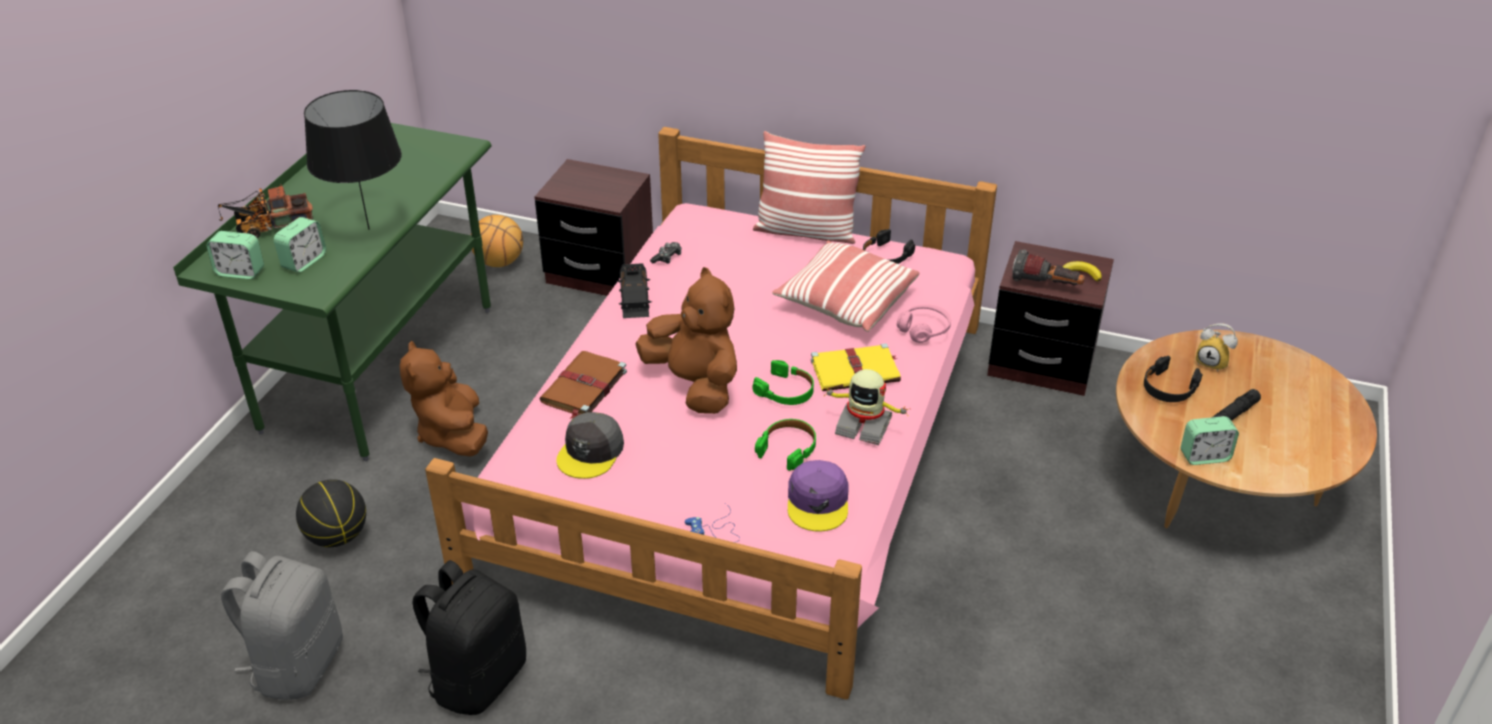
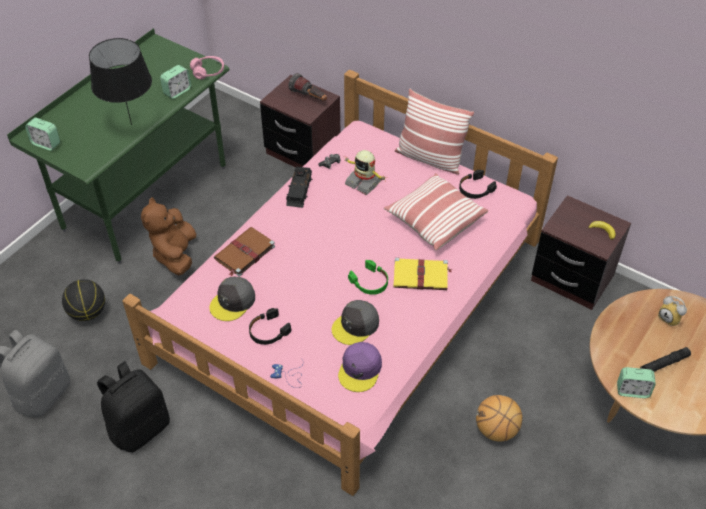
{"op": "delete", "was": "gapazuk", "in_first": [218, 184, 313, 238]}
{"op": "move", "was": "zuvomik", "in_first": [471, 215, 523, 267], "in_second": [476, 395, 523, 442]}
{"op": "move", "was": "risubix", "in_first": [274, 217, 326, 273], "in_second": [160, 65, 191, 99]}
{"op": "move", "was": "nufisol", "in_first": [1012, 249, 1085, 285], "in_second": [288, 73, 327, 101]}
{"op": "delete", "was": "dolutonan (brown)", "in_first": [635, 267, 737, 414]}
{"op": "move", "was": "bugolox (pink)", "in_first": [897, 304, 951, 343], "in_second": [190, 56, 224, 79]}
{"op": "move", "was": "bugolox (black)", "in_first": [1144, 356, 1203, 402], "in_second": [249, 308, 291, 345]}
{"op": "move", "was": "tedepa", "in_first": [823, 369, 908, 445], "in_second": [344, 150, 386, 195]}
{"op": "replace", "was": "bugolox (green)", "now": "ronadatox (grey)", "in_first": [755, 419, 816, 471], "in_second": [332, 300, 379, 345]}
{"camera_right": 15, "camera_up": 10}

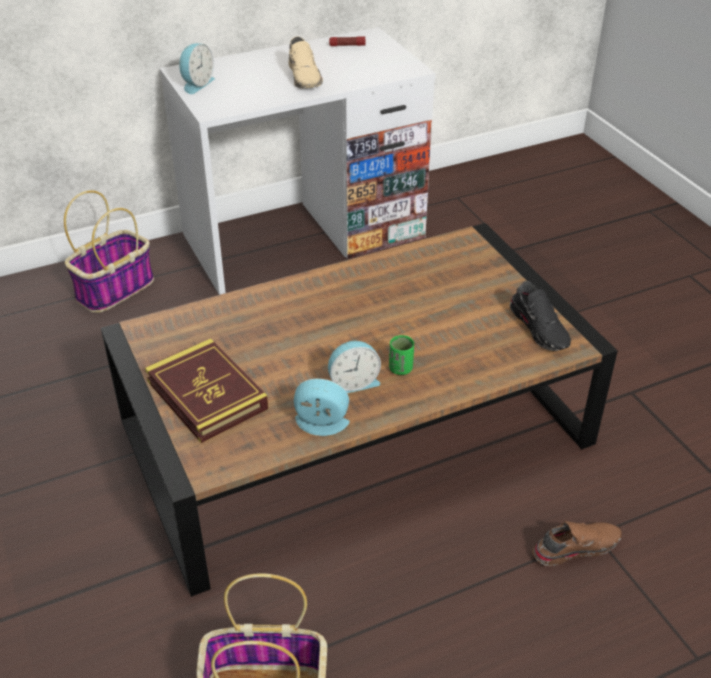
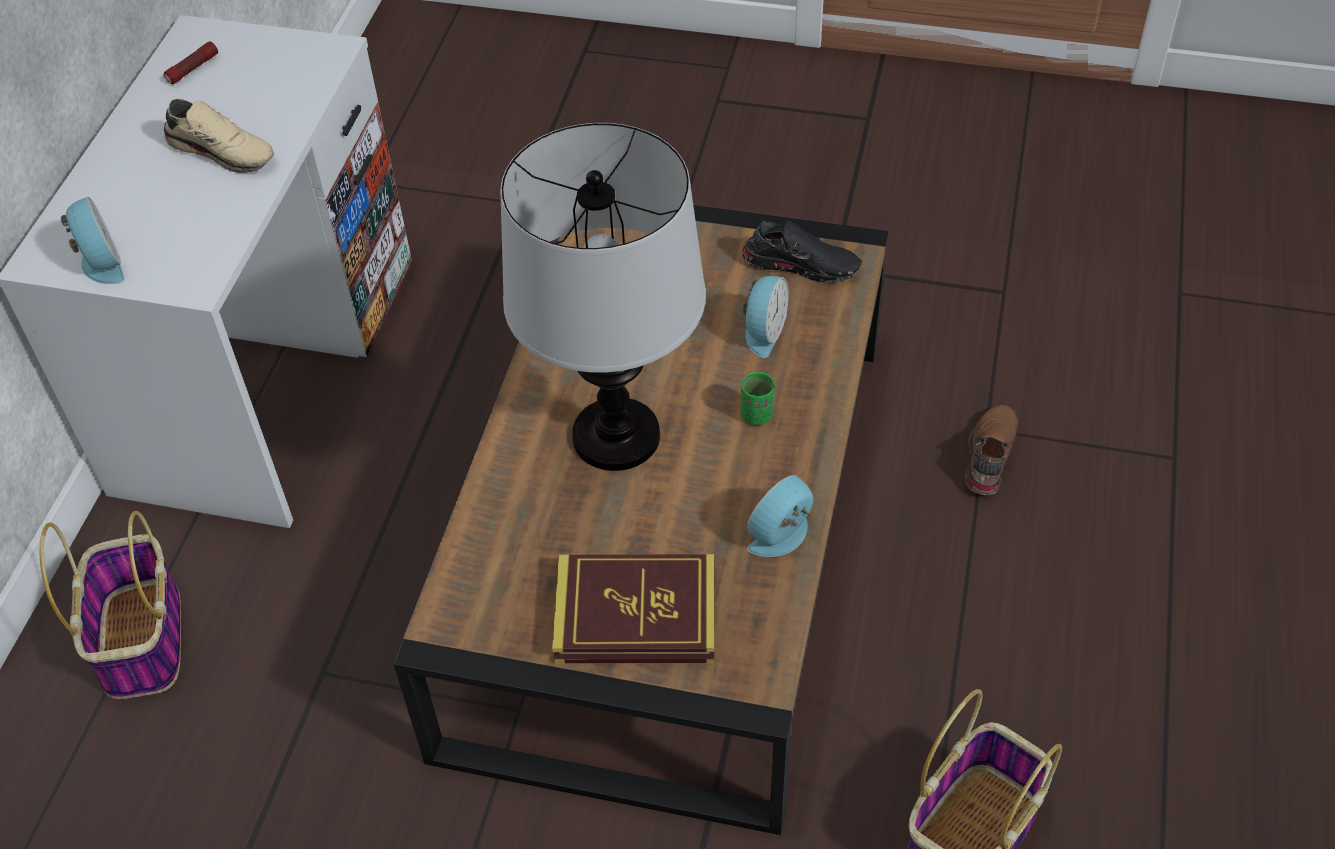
{"op": "move", "was": "risubix", "in_first": [328, 341, 381, 393], "in_second": [743, 276, 789, 358]}
{"op": "insert", "now": "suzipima", "in_second": [500, 123, 706, 471]}
{"camera_right": -50, "camera_up": 10}

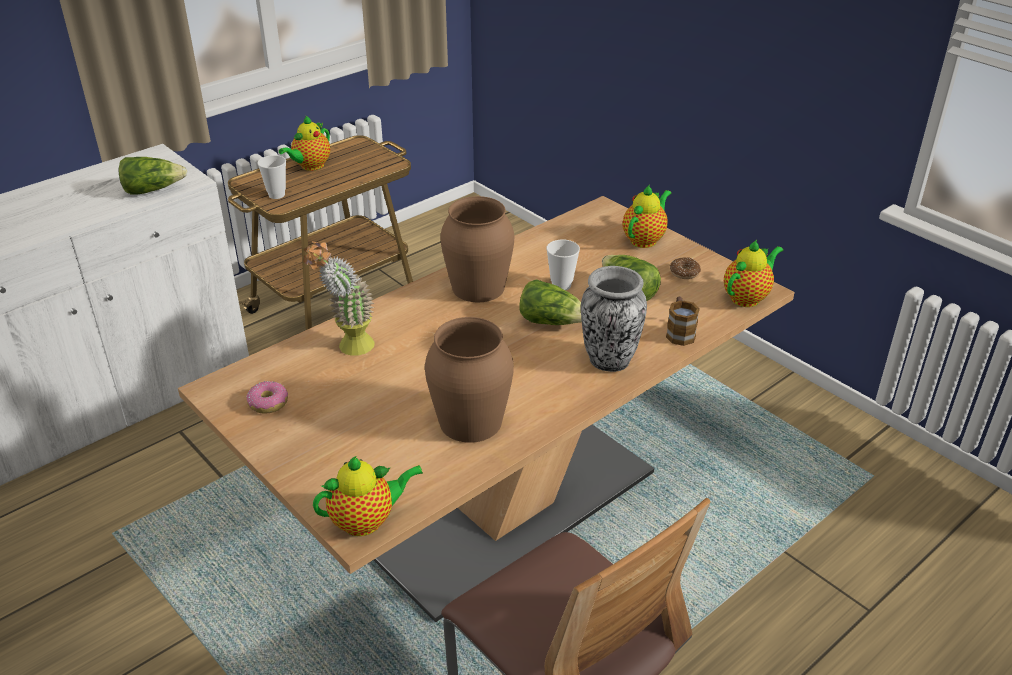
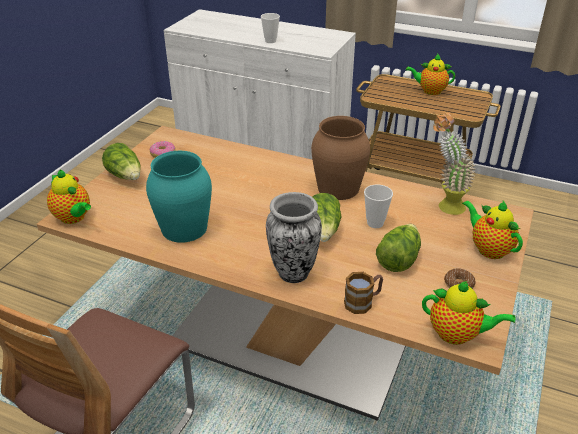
{"op": "move", "was": "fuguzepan", "in_first": [258, 155, 286, 199], "in_second": [261, 13, 280, 43]}
{"op": "move", "was": "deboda", "in_first": [119, 157, 187, 195], "in_second": [102, 143, 141, 180]}
{"op": "rotate", "was": "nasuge", "in_first": [623, 184, 672, 248], "in_second": [462, 200, 523, 259], "clockwise": -135}
{"op": "move", "was": "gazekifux", "in_first": [303, 241, 375, 356], "in_second": [433, 113, 476, 215]}
{"op": "recolor", "was": "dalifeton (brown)", "now": "dalifeton (turquoise)", "in_first": [425, 317, 514, 443], "in_second": [146, 151, 212, 243]}
{"camera_right": 65, "camera_up": 0}

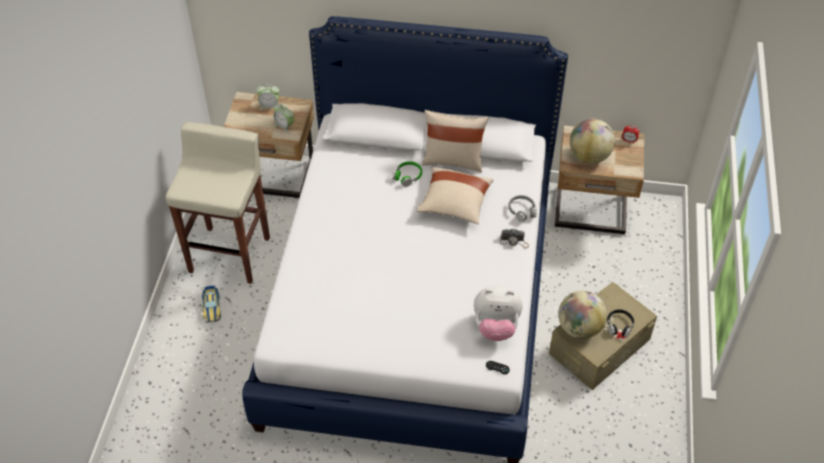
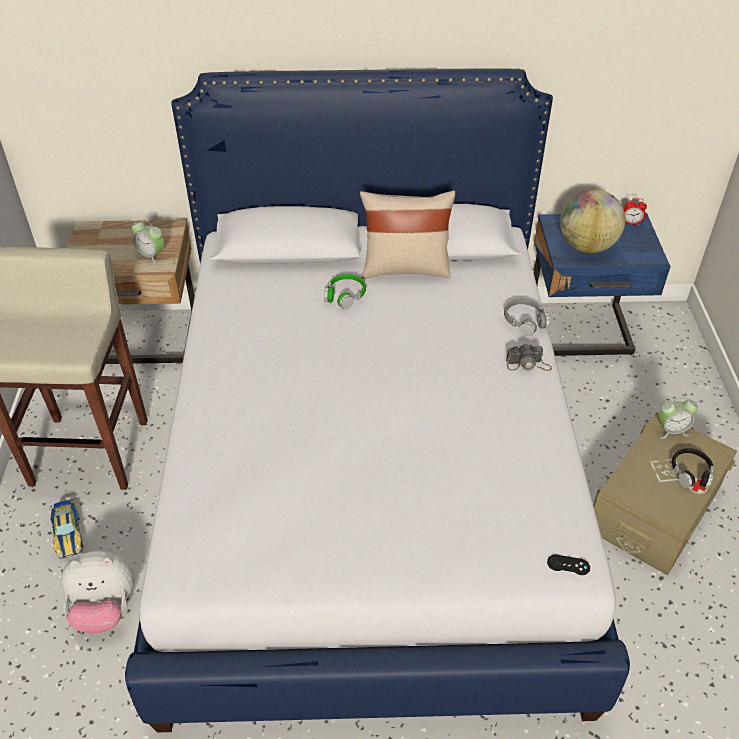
{"op": "move", "was": "risubix", "in_first": [256, 84, 279, 110], "in_second": [659, 398, 698, 439]}
{"op": "recolor", "was": "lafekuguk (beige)", "now": "lafekuguk (blue)", "in_first": [555, 125, 644, 235], "in_second": [534, 213, 671, 356]}
{"op": "delete", "was": "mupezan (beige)", "in_first": [417, 167, 493, 224]}
{"op": "move", "was": "dolutonan", "in_first": [474, 286, 523, 341], "in_second": [61, 551, 135, 633]}
{"op": "delete", "was": "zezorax", "in_first": [558, 291, 607, 339]}
{"camera_right": -10, "camera_up": -5}

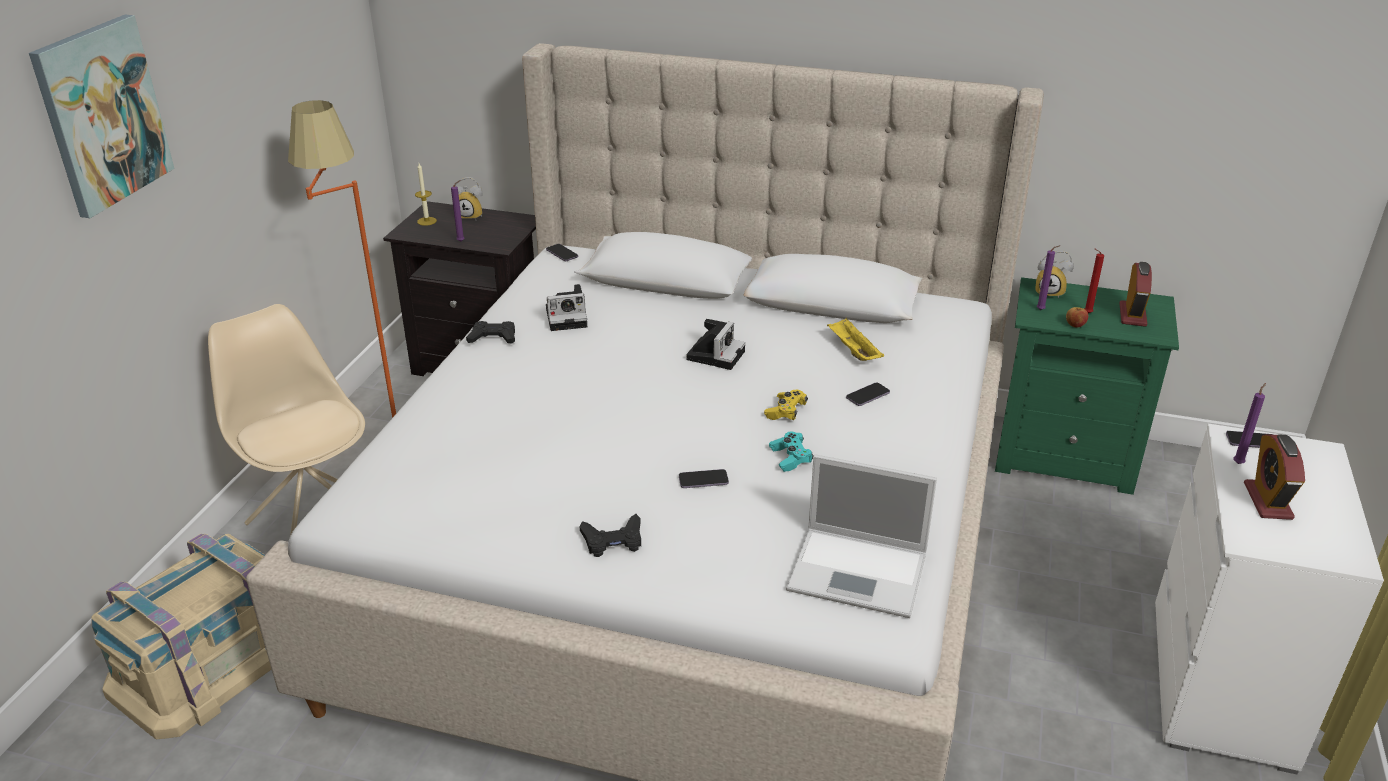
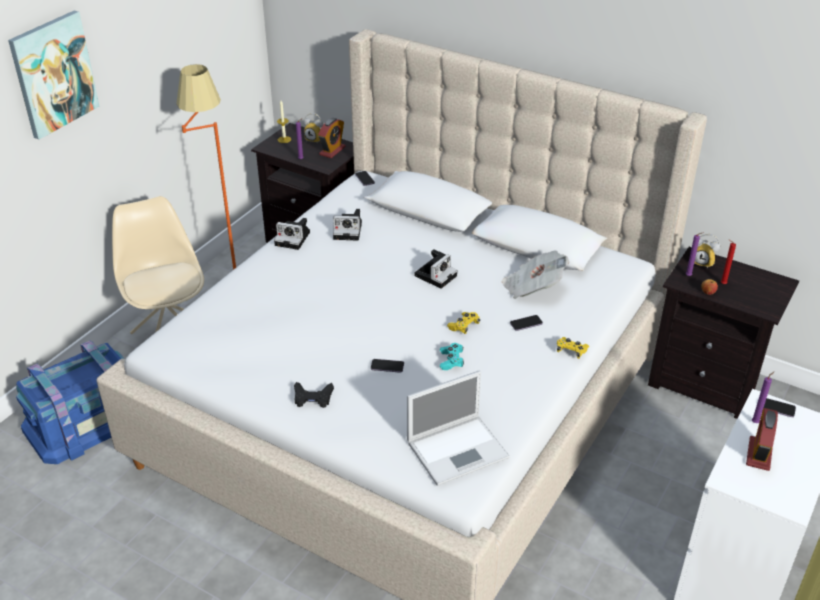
{"op": "move", "was": "risubix", "in_first": [1119, 262, 1152, 327], "in_second": [318, 118, 346, 158]}
{"op": "recolor", "was": "lafekuguk (green)", "now": "lafekuguk (black)", "in_first": [995, 277, 1179, 495], "in_second": [648, 247, 799, 419]}
{"op": "replace", "was": "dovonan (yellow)", "now": "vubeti", "in_first": [827, 318, 884, 361], "in_second": [502, 251, 569, 299]}
{"op": "replace", "was": "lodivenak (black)", "now": "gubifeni", "in_first": [466, 321, 515, 344], "in_second": [274, 218, 310, 250]}
{"op": "rotate", "was": "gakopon", "in_first": [786, 454, 937, 618], "in_second": [407, 370, 510, 486], "clockwise": -60}
{"op": "recolor", "was": "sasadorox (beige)", "now": "sasadorox (blue)", "in_first": [91, 533, 272, 739], "in_second": [16, 341, 125, 464]}
{"op": "insert", "now": "lodivenak (yellow)", "in_second": [557, 337, 589, 359]}
{"camera_right": 15, "camera_up": 5}

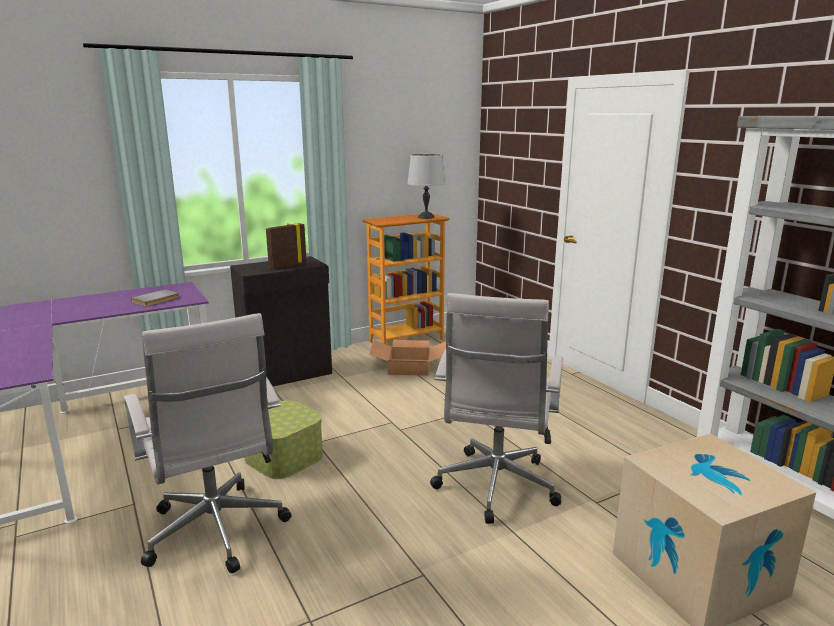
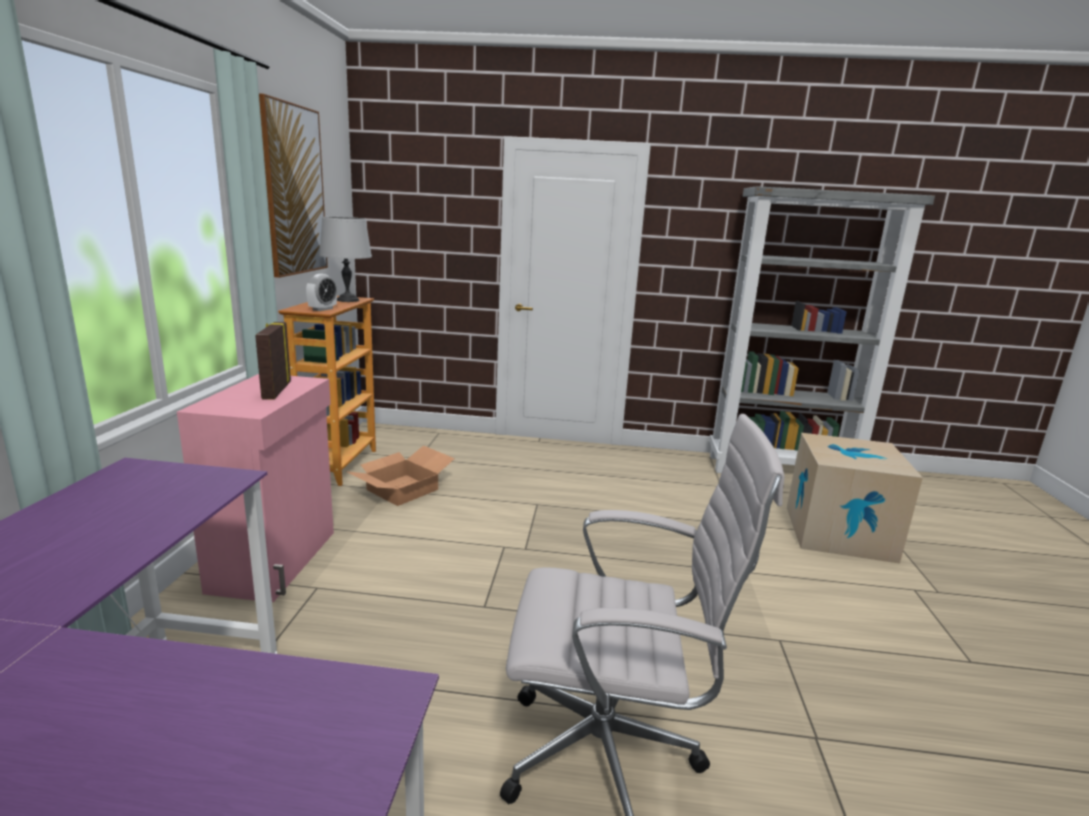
{"op": "recolor", "was": "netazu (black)", "now": "netazu (pink)", "in_first": [230, 256, 332, 386], "in_second": [177, 374, 334, 602]}
{"op": "delete", "was": "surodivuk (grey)", "in_first": [131, 289, 180, 306]}
{"op": "delete", "was": "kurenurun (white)", "in_first": [430, 293, 563, 524]}
{"op": "delete", "was": "sasadorox", "in_first": [245, 400, 323, 479]}
{"op": "insert", "now": "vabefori", "in_second": [259, 94, 328, 278]}
{"op": "insert", "now": "risubix", "in_second": [306, 274, 337, 311]}
{"camera_right": -55, "camera_up": 0}

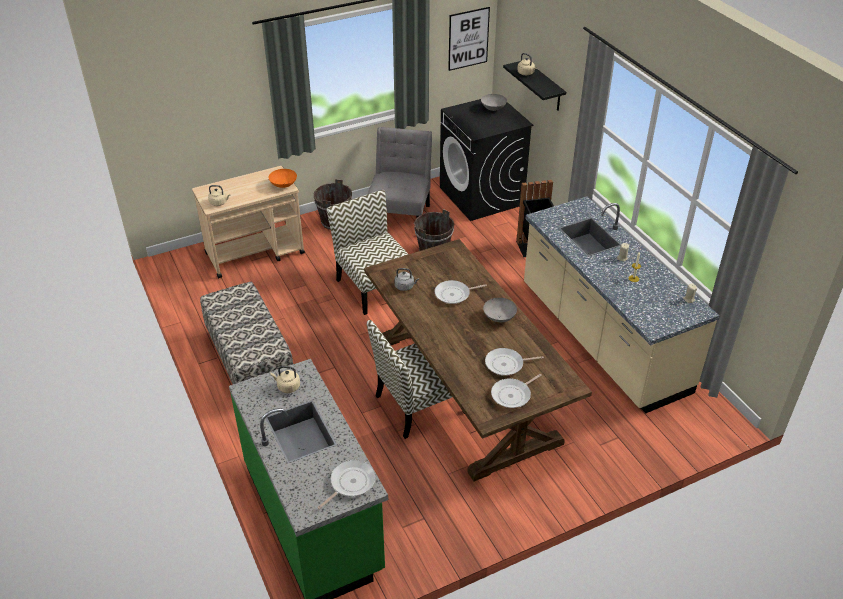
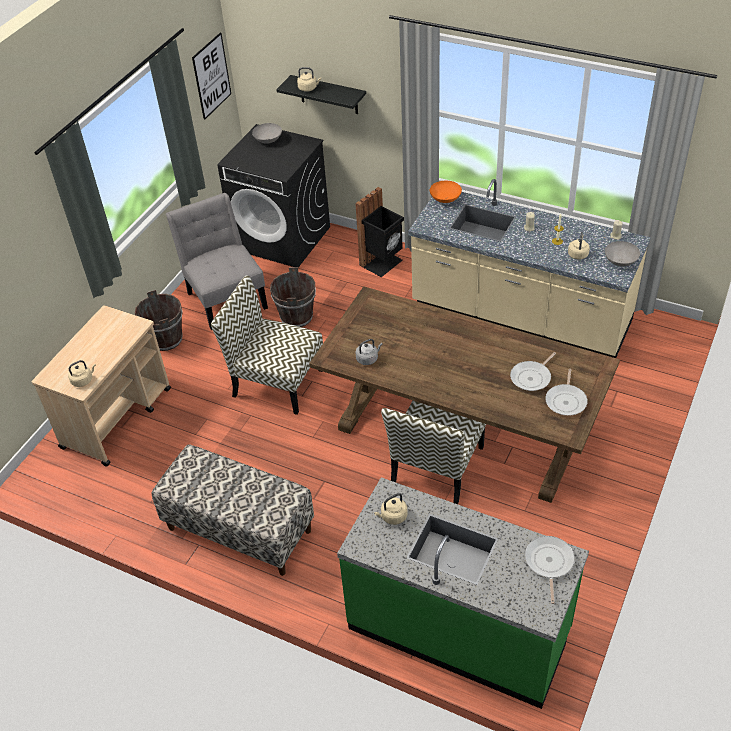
{"op": "move", "was": "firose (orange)", "in_first": [268, 169, 297, 188], "in_second": [430, 181, 462, 203]}
{"op": "delete", "was": "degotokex", "in_first": [435, 280, 487, 304]}
{"op": "move", "was": "firose (grey)", "in_first": [483, 298, 517, 323], "in_second": [605, 241, 640, 266]}
{"op": "insert", "now": "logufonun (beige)", "in_second": [568, 232, 590, 260]}
{"camera_right": -35, "camera_up": 5}

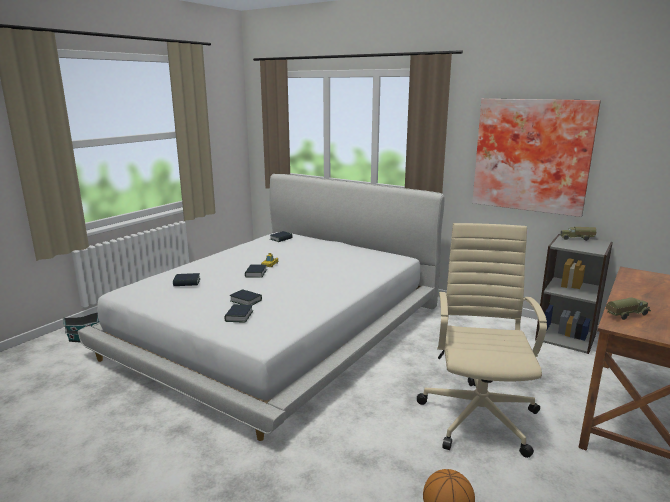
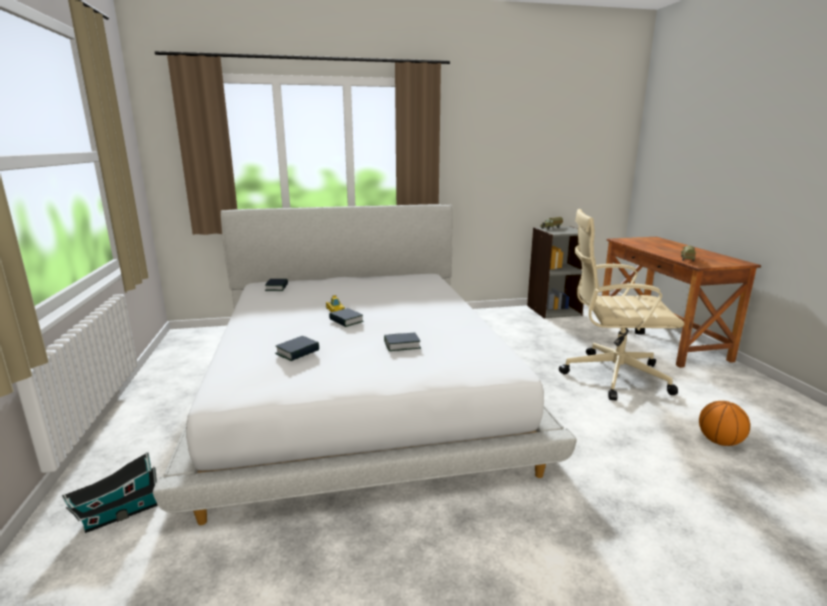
{"op": "delete", "was": "vabefori", "in_first": [472, 99, 601, 217]}
{"op": "rotate", "was": "kurenurun (beige)", "in_first": [417, 223, 547, 458], "in_second": [559, 209, 684, 400], "clockwise": -45}
{"op": "delete", "was": "surodivuk", "in_first": [224, 304, 253, 322]}
{"camera_right": -45, "camera_up": 0}

